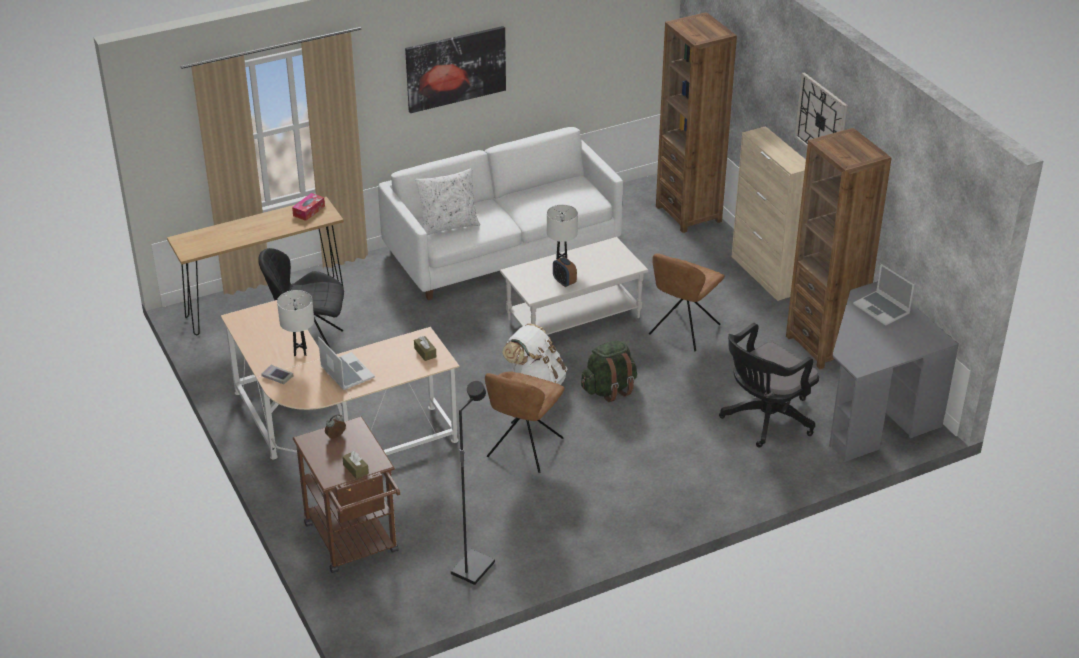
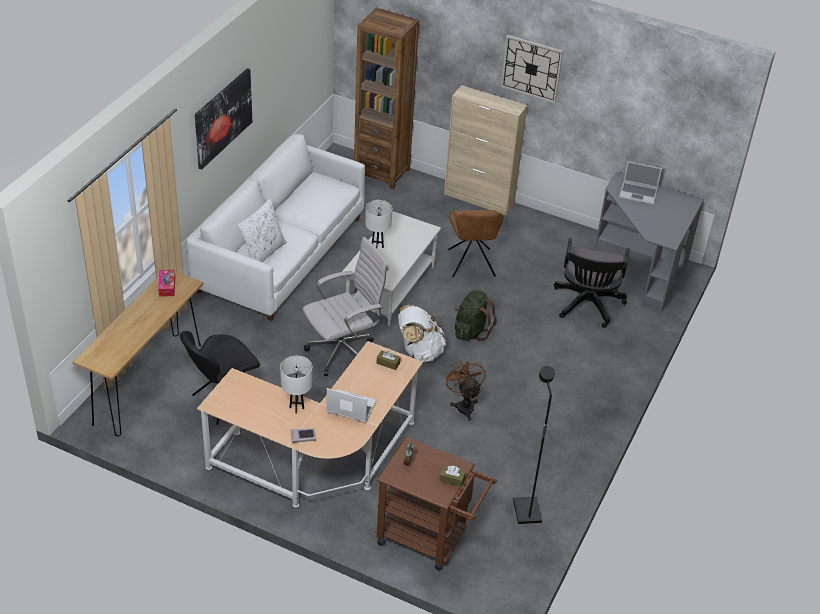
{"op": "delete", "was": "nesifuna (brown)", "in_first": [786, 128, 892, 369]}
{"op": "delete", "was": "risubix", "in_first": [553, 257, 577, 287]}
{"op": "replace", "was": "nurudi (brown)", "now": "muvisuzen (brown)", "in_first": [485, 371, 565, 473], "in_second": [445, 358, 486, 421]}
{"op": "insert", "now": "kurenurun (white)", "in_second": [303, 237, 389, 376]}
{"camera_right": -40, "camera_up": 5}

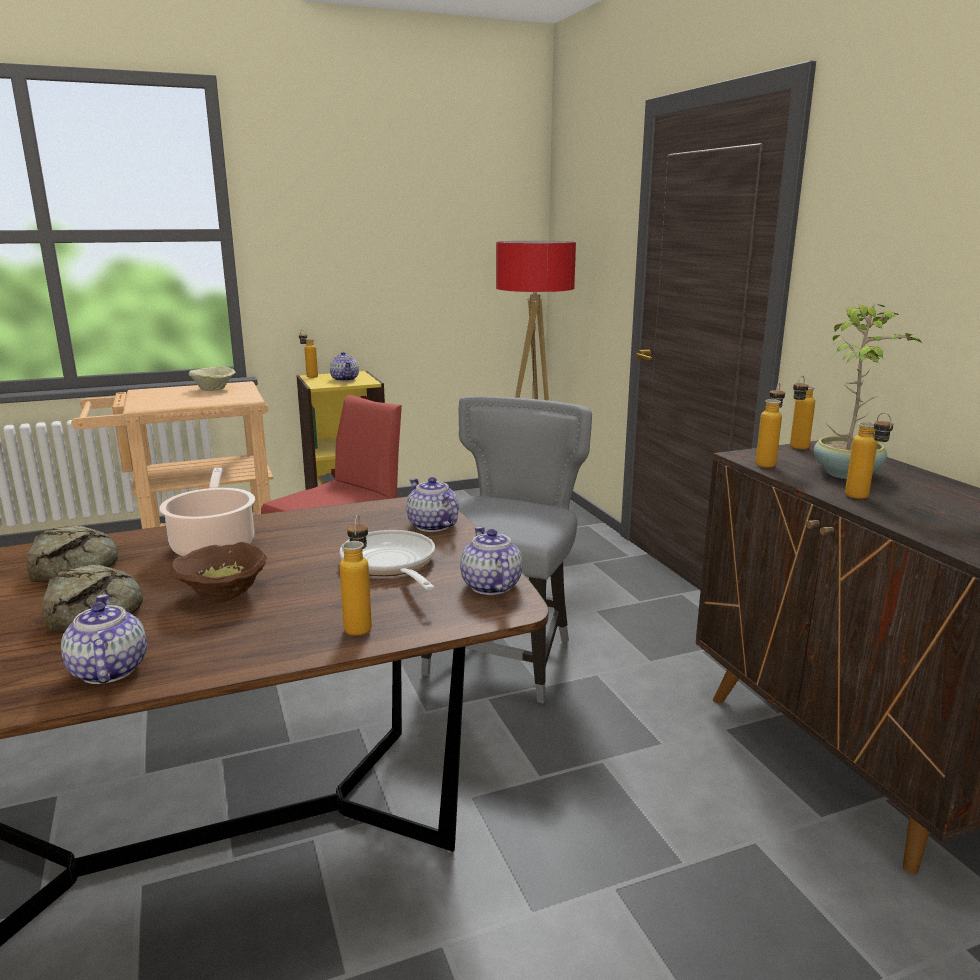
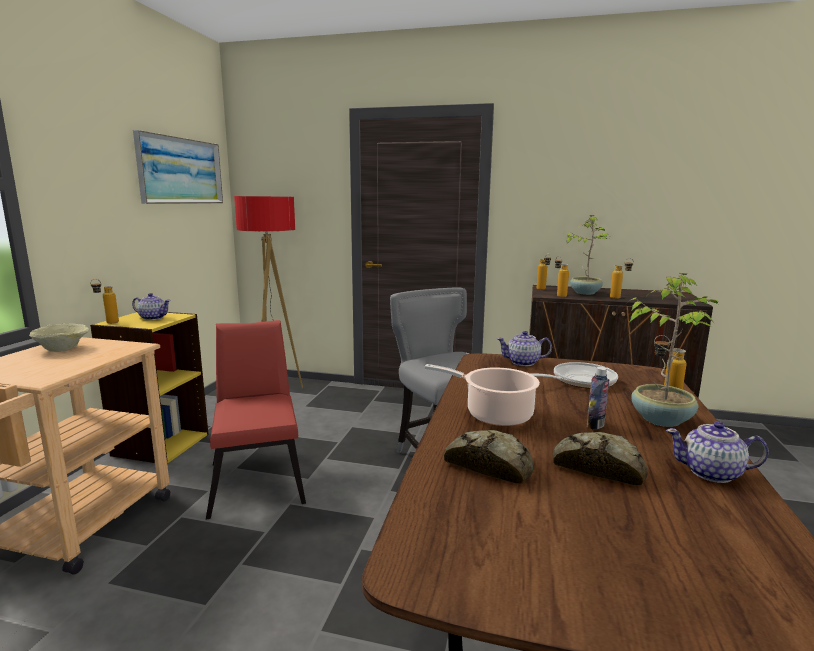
{"op": "delete", "was": "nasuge", "in_first": [460, 527, 523, 595]}
{"op": "rotate", "was": "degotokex", "in_first": [340, 530, 435, 590], "in_second": [532, 362, 618, 389], "clockwise": 150}
{"op": "replace", "was": "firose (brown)", "now": "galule", "in_first": [170, 542, 267, 602], "in_second": [587, 367, 609, 430]}
{"op": "insert", "now": "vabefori", "in_second": [133, 130, 223, 204]}
{"op": "insert", "now": "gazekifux", "in_second": [627, 273, 718, 427]}
{"camera_right": -55, "camera_up": -5}

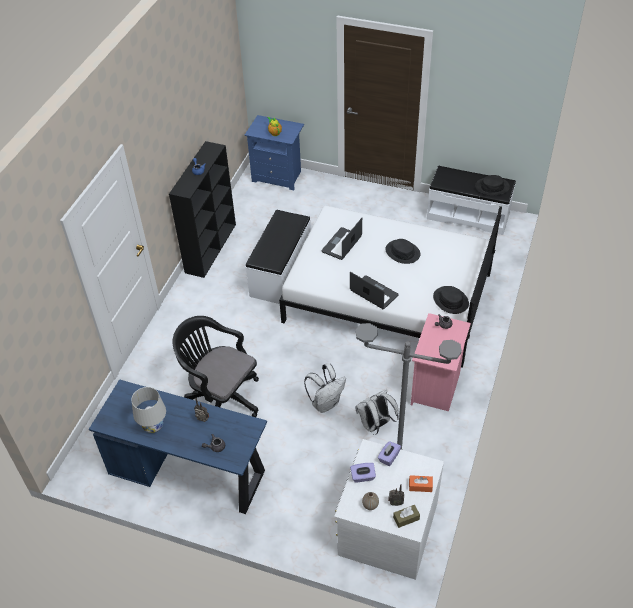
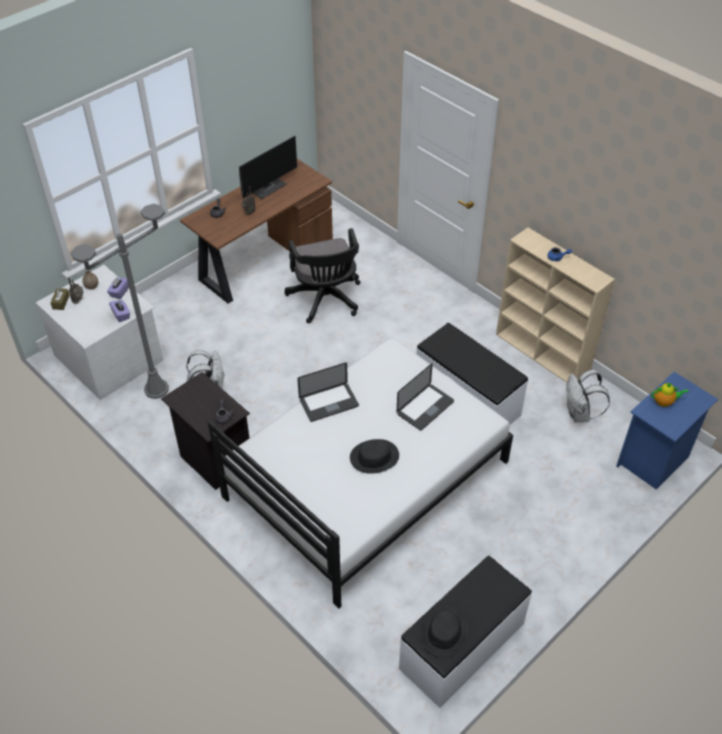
{"op": "recolor", "was": "nesifuna (black)", "now": "nesifuna (beige)", "in_first": [169, 141, 236, 278], "in_second": [496, 228, 615, 383]}
{"op": "rotate", "was": "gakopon", "in_first": [322, 218, 362, 260], "in_second": [397, 363, 454, 431], "clockwise": 75}
{"op": "delete", "was": "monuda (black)", "in_first": [433, 286, 469, 314]}
{"op": "recolor", "was": "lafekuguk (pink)", "now": "lafekuguk (black)", "in_first": [411, 313, 471, 411], "in_second": [161, 372, 250, 490]}
{"op": "rotate", "was": "kurenurun (black)", "in_first": [172, 316, 259, 417], "in_second": [285, 228, 360, 323], "clockwise": 105}
{"op": "move", "was": "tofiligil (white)", "in_first": [304, 363, 346, 413], "in_second": [566, 370, 610, 423]}
{"op": "recolor", "was": "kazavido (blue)", "now": "kazavido (brown)", "in_first": [89, 379, 267, 514], "in_second": [180, 159, 333, 304]}
{"op": "replace", "was": "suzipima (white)", "now": "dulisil", "in_first": [131, 387, 166, 433], "in_second": [239, 136, 297, 199]}
{"op": "delete", "was": "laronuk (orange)", "in_first": [409, 475, 433, 492]}
{"camera_right": 115, "camera_up": 0}

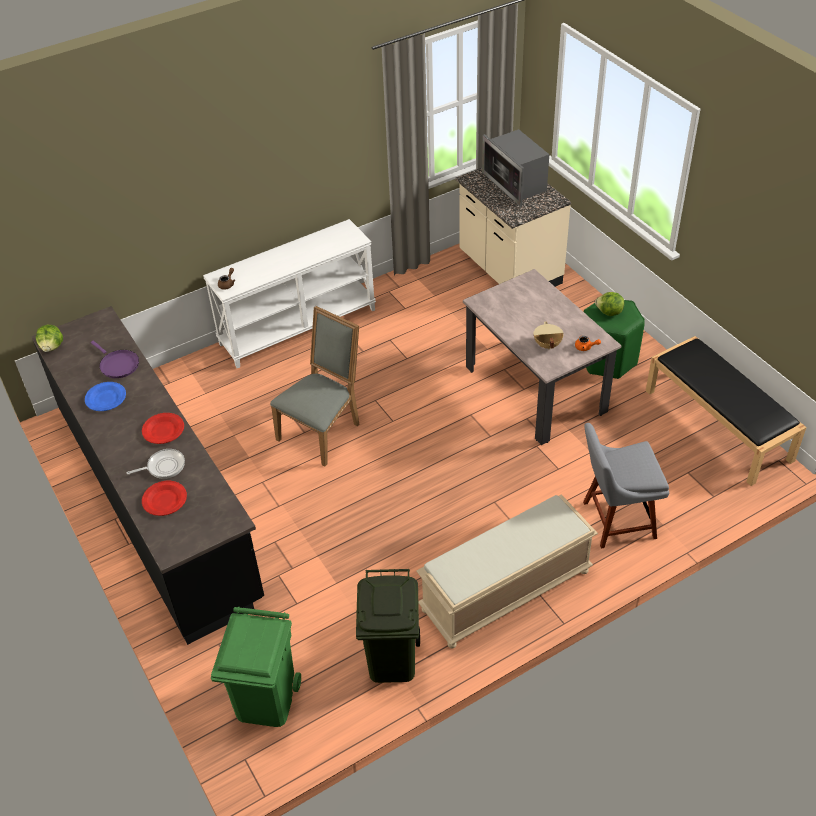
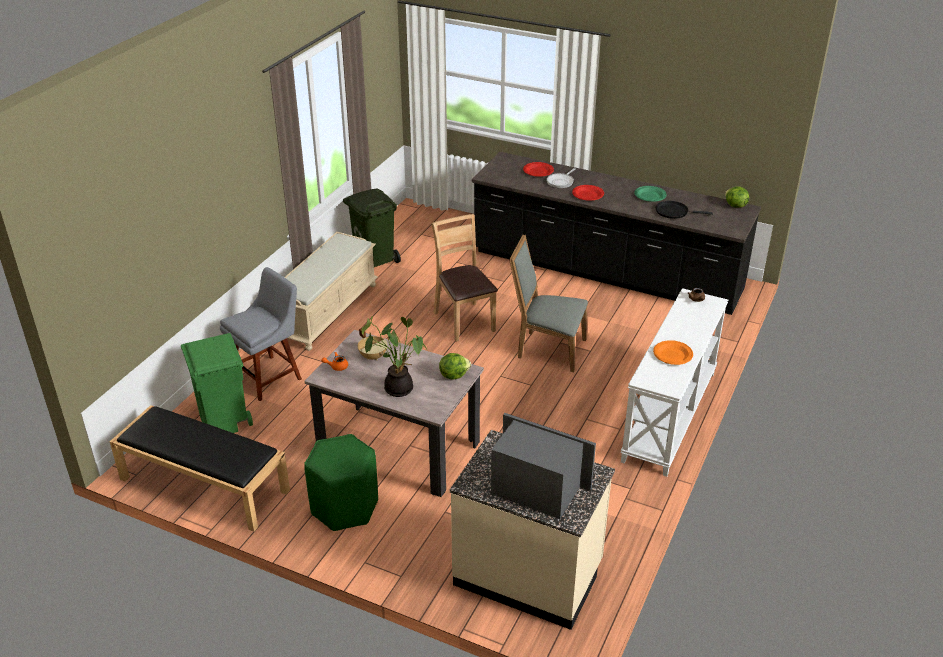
{"op": "move", "was": "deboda", "in_first": [595, 292, 624, 316], "in_second": [439, 353, 471, 380]}
{"op": "rotate", "was": "nurudi (grey)", "in_first": [270, 306, 359, 466], "in_second": [509, 235, 588, 372], "clockwise": 105}
{"op": "recolor", "was": "degotokex (purple)", "now": "degotokex (black)", "in_first": [91, 341, 139, 378], "in_second": [656, 201, 713, 219]}
{"op": "recolor", "was": "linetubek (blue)", "now": "linetubek (green)", "in_first": [85, 382, 126, 411], "in_second": [634, 186, 667, 202]}
{"op": "move", "was": "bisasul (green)", "in_first": [211, 607, 301, 727], "in_second": [181, 333, 253, 433]}
{"op": "insert", "now": "nurudi (brown)", "in_second": [431, 214, 498, 342]}
{"op": "insert", "now": "gazekifux", "in_second": [361, 316, 427, 397]}
{"op": "insert", "now": "linetubek (orange)", "in_second": [653, 340, 693, 365]}
{"camera_right": 145, "camera_up": -10}

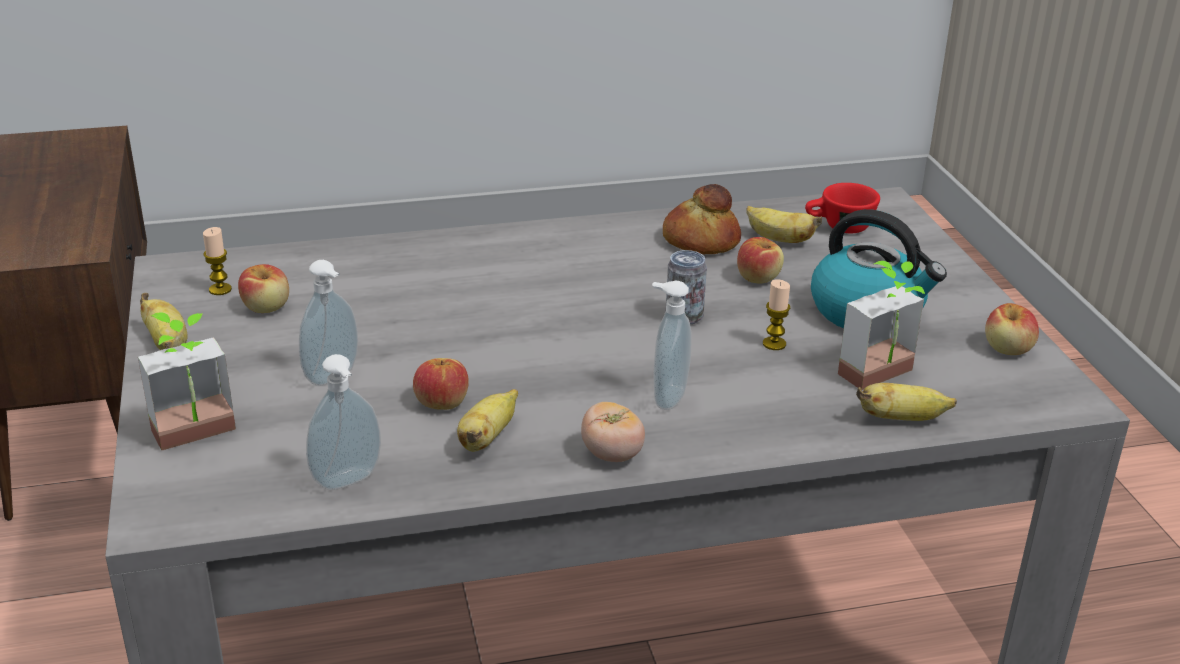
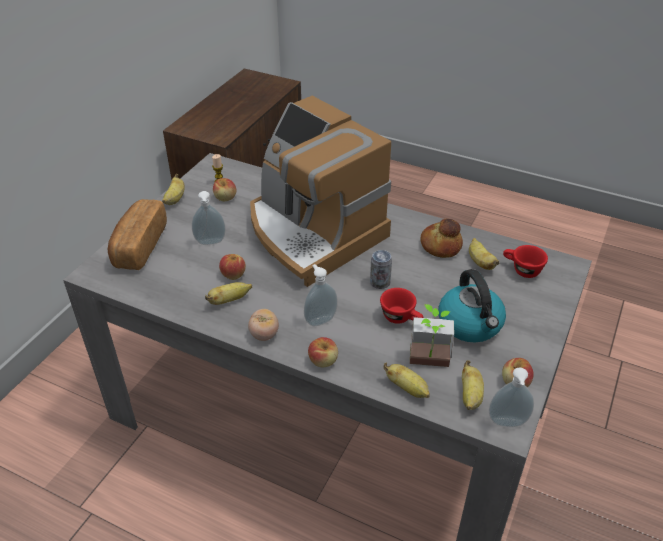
{"op": "move", "was": "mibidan", "in_first": [737, 237, 784, 284], "in_second": [308, 337, 338, 367]}
{"op": "replace", "was": "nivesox", "now": "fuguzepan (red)", "in_first": [763, 279, 790, 350], "in_second": [380, 288, 423, 324]}
{"op": "replace", "was": "gazekifux", "now": "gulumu", "in_first": [138, 313, 236, 450], "in_second": [108, 199, 167, 270]}
{"op": "move", "was": "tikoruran", "in_first": [306, 354, 381, 490], "in_second": [489, 368, 534, 427]}
{"op": "insert", "now": "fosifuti", "in_second": [250, 96, 391, 287]}
{"op": "insert", "now": "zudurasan", "in_second": [462, 360, 484, 410]}
{"camera_right": 40, "camera_up": 10}

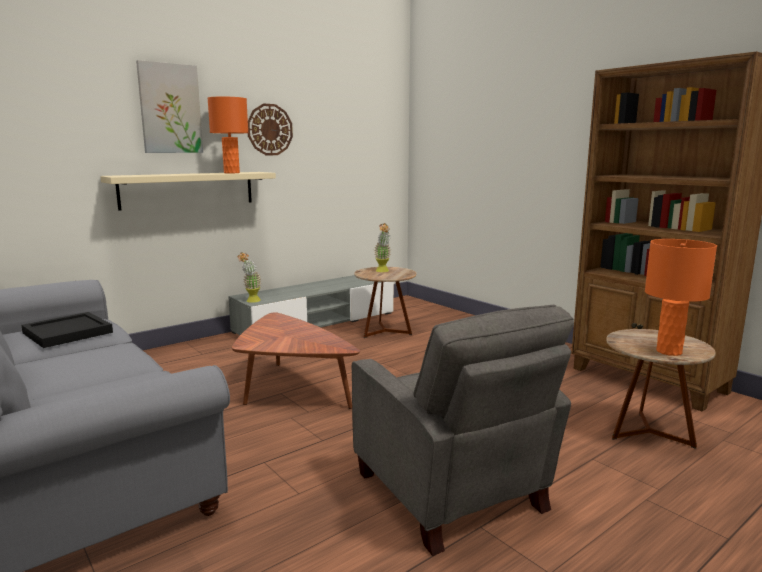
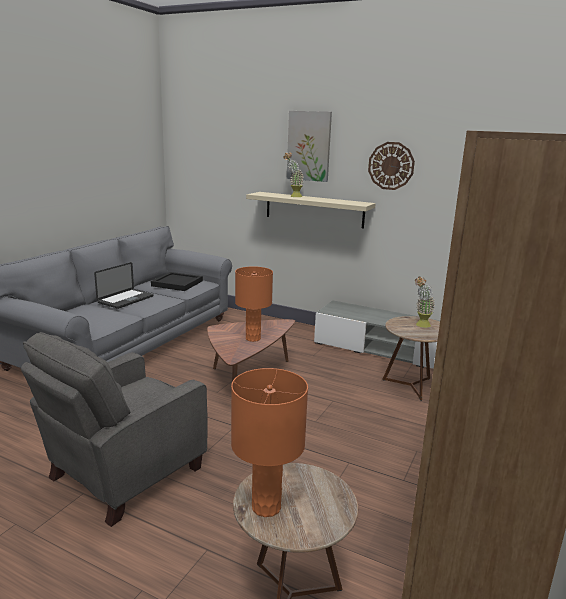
{"op": "move", "was": "suzipima (orange)", "in_first": [208, 97, 248, 173], "in_second": [235, 266, 273, 342]}
{"op": "move", "was": "gazekifux", "in_first": [237, 253, 262, 303], "in_second": [284, 152, 304, 197]}
{"op": "insert", "now": "gakopon", "in_second": [94, 262, 154, 309]}
{"camera_right": 65, "camera_up": 5}

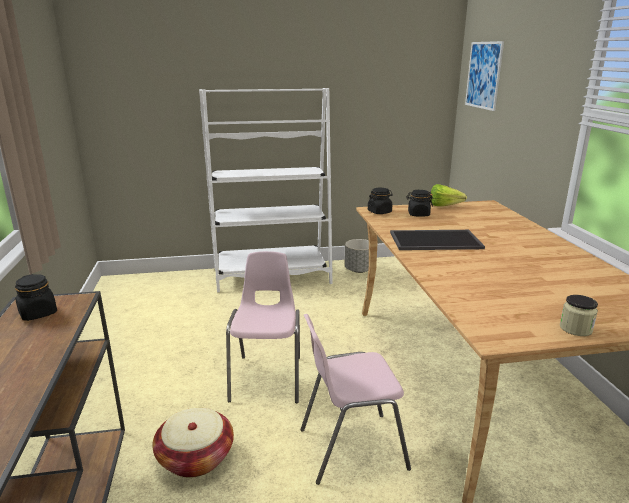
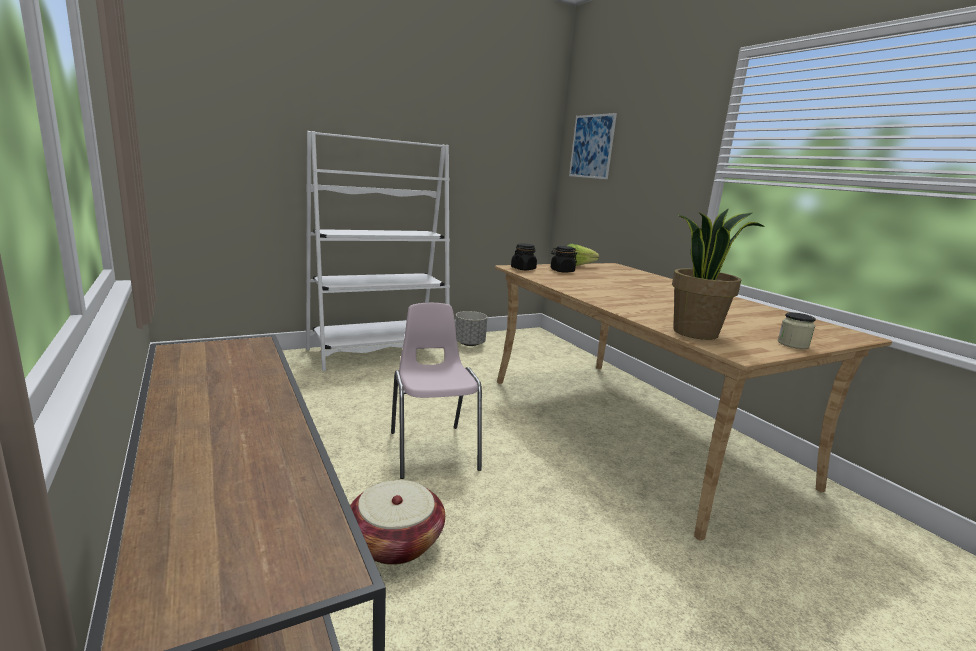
{"op": "delete", "was": "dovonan", "in_first": [390, 230, 485, 250]}
{"op": "delete", "was": "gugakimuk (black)", "in_first": [15, 274, 57, 321]}
{"op": "delete", "was": "nurudi (pink)", "in_first": [301, 314, 411, 485]}
{"op": "insert", "now": "gazekifux", "in_second": [672, 208, 765, 340]}
{"camera_right": -20, "camera_up": -5}

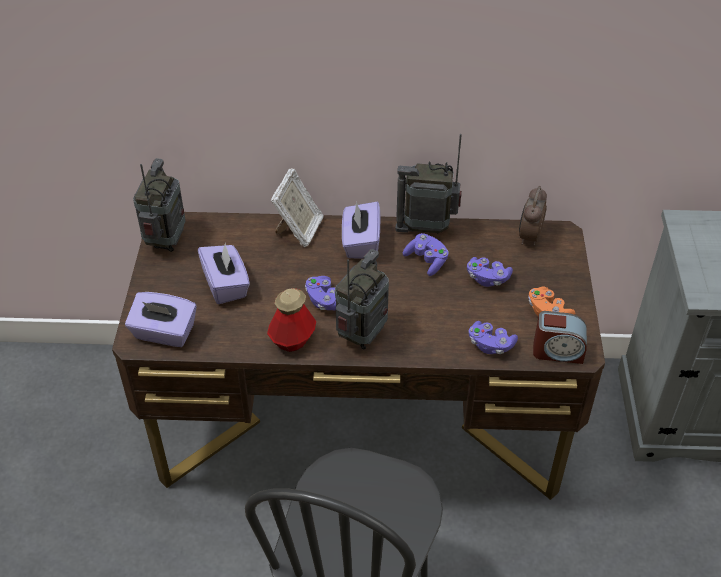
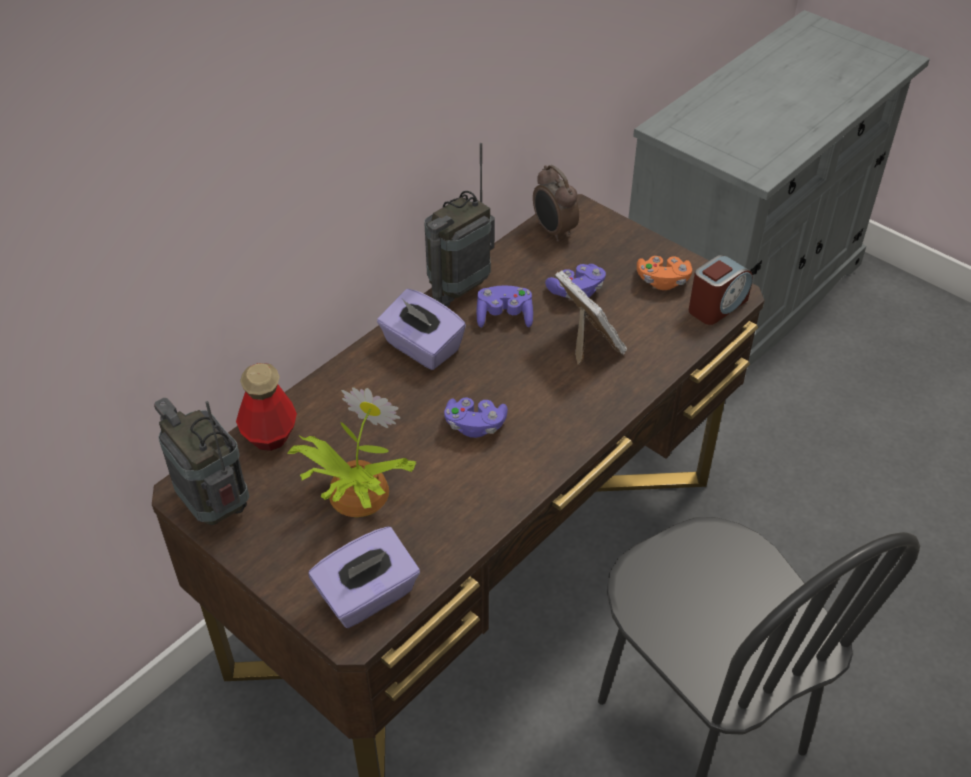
{"op": "move", "was": "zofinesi", "in_first": [271, 168, 324, 247], "in_second": [555, 270, 627, 365]}
{"op": "replace", "was": "laronuk (purple)", "now": "gazekifux", "in_first": [198, 242, 250, 304], "in_second": [287, 387, 416, 517]}
{"op": "delete", "was": "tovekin", "in_first": [335, 249, 389, 349]}
{"op": "move", "was": "galule", "in_first": [267, 288, 316, 352], "in_second": [236, 363, 297, 451]}
{"op": "delete", "was": "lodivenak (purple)", "in_first": [469, 321, 518, 354]}
{"camera_right": -50, "camera_up": 0}

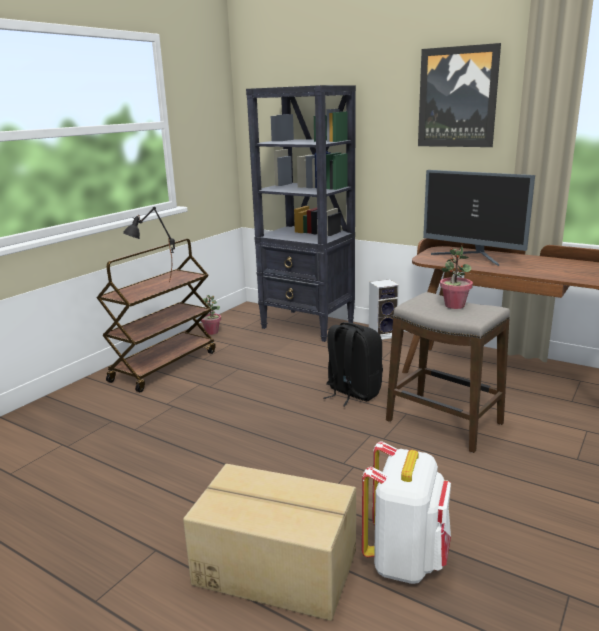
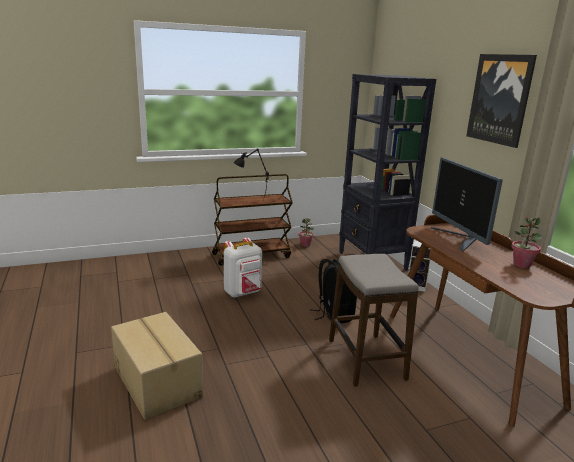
{"op": "move", "was": "gazekifux", "in_first": [440, 246, 473, 309], "in_second": [511, 217, 542, 268]}
{"op": "move", "was": "tofiligil (white)", "in_first": [362, 441, 451, 584], "in_second": [224, 238, 262, 298]}
{"camera_right": 35, "camera_up": 0}

